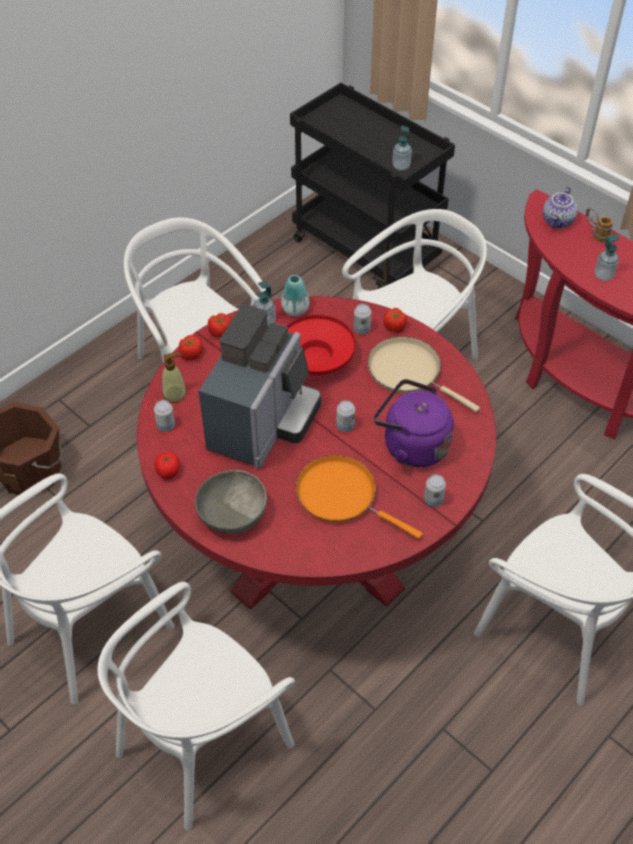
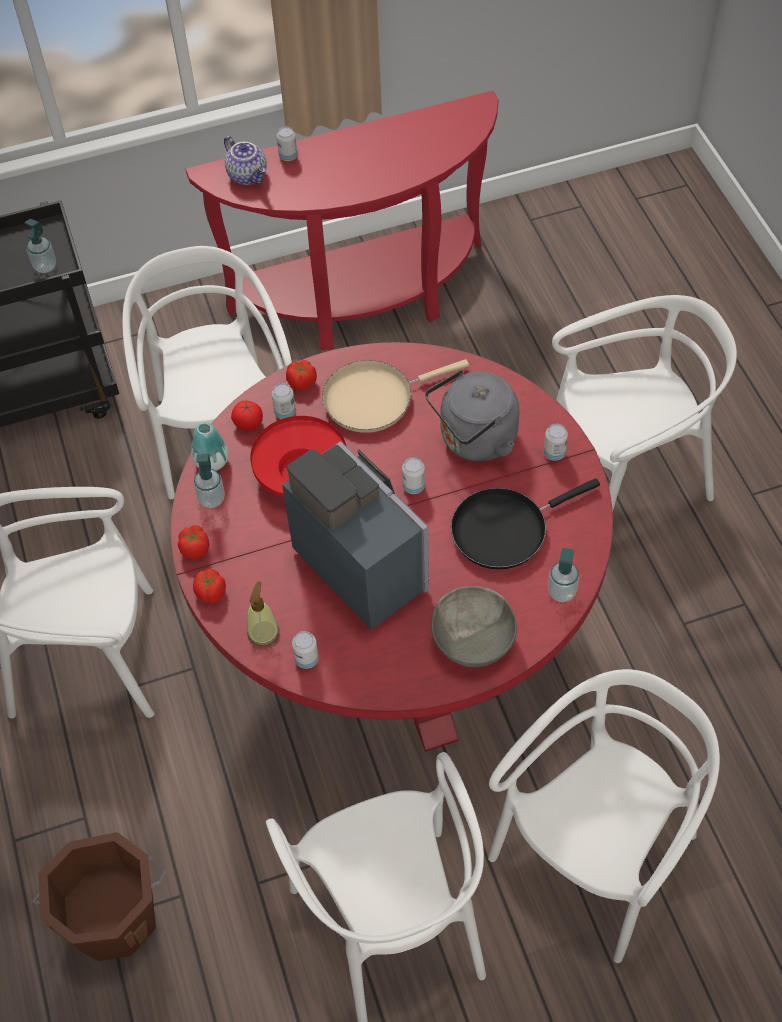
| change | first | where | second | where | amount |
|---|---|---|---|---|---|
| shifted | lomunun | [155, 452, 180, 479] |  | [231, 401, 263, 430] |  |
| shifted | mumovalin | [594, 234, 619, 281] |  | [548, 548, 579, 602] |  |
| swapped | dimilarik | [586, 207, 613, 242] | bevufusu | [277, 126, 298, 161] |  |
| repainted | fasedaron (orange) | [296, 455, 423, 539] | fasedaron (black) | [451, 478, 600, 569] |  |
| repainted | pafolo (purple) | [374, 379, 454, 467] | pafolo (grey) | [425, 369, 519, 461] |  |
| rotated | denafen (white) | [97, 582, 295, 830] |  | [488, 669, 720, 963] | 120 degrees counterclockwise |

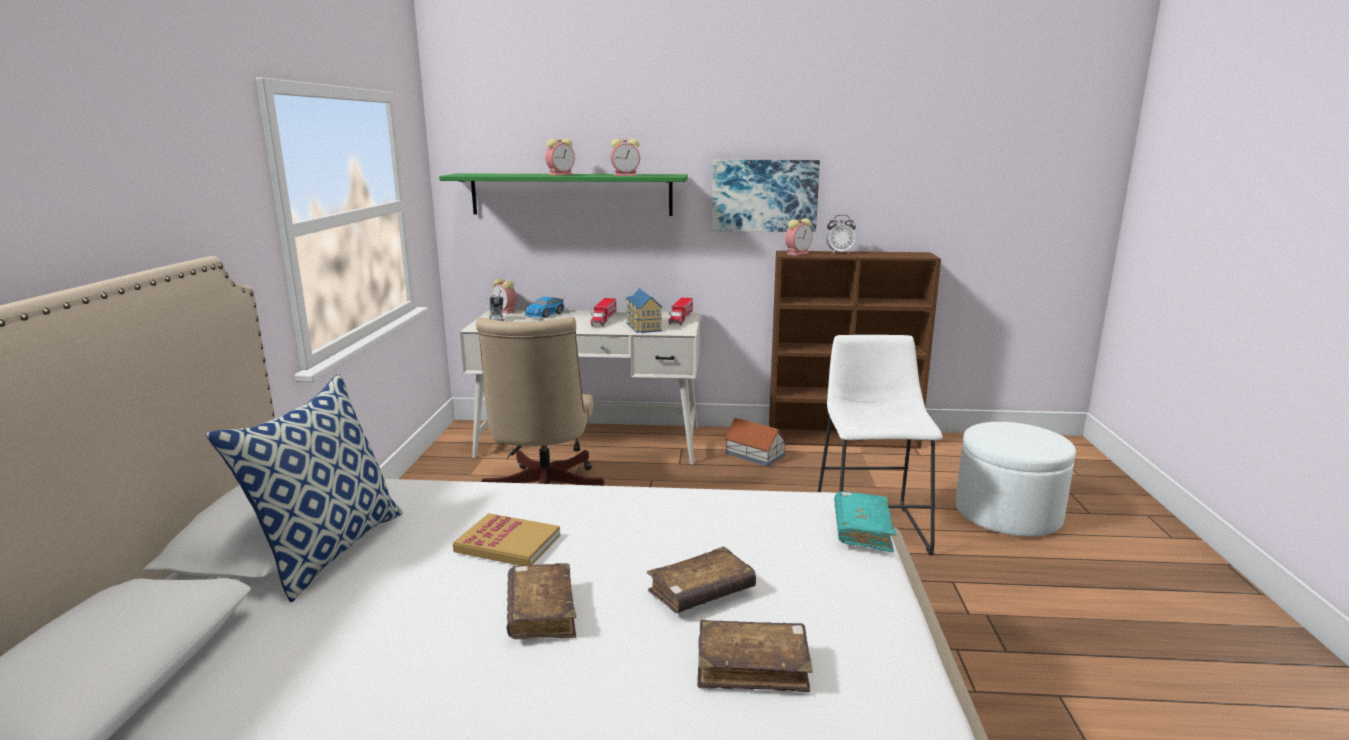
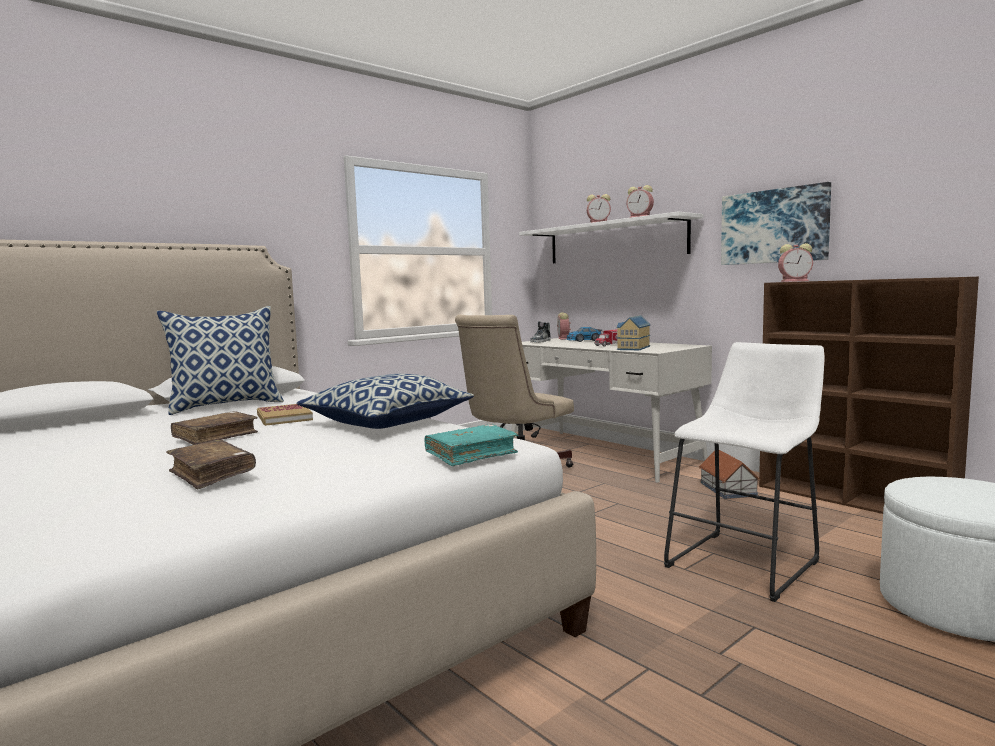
| change | first | where | second | where | amount |
|---|---|---|---|---|---|
| gone | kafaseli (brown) | [647, 546, 756, 613] |  |  |  |
| gone | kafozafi | [669, 297, 693, 326] |  |  |  |
| gone | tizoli | [826, 215, 856, 254] |  |  |  |
| new |  |  | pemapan | [297, 374, 474, 429] |  |
| repainted | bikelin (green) | [439, 173, 688, 216] | bikelin (white) | [519, 211, 703, 263] |  |

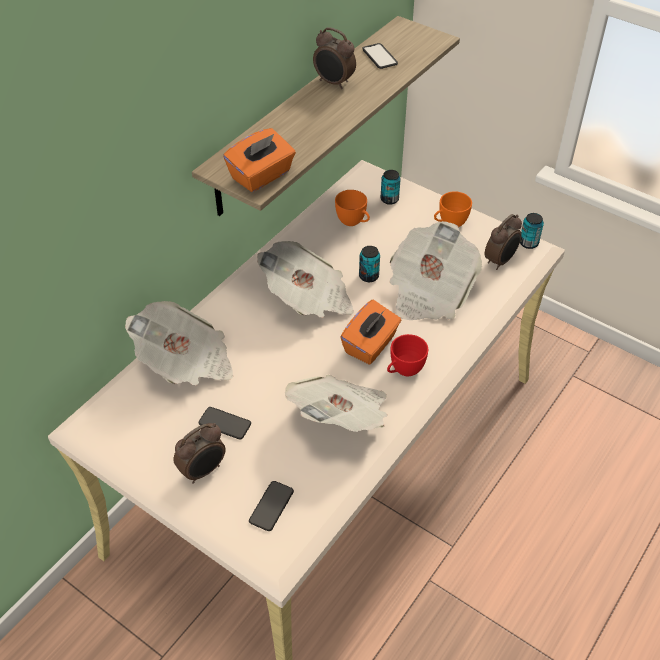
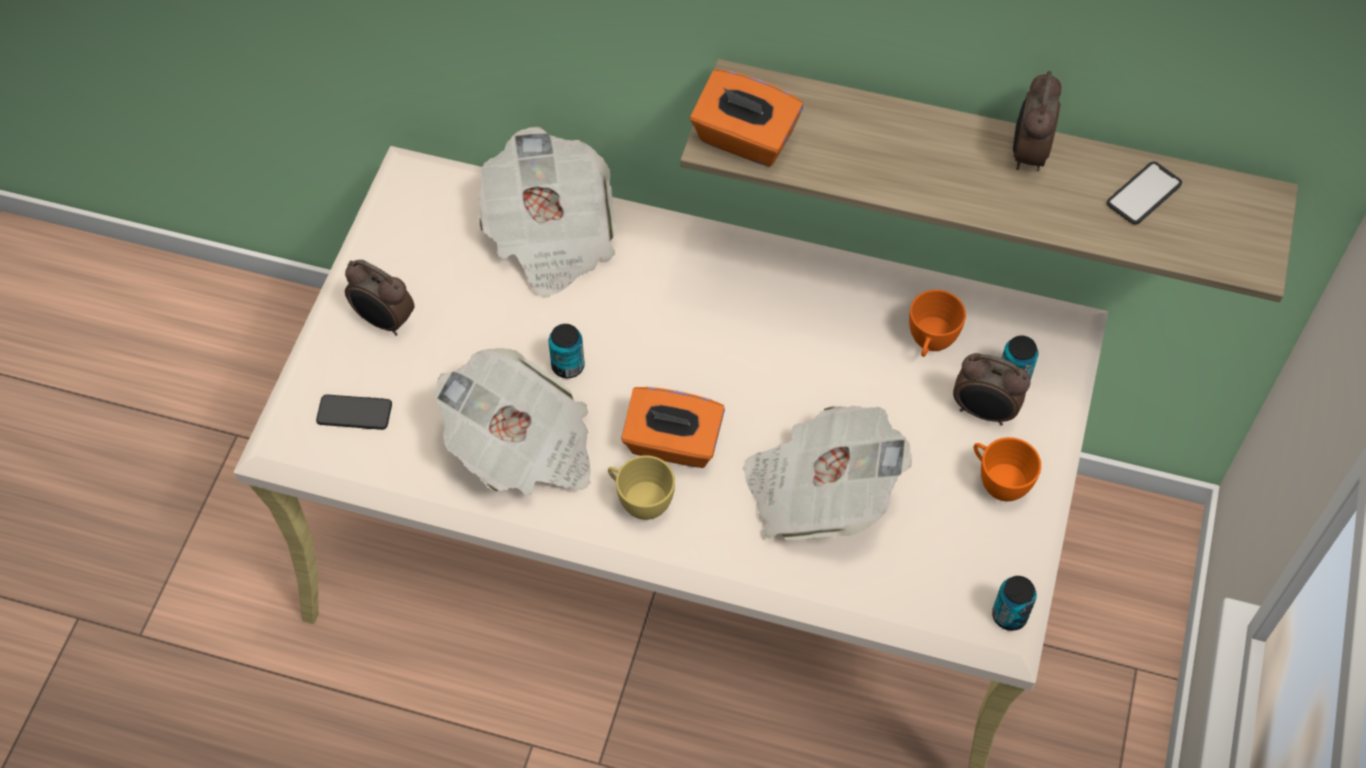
| change | first | where | second | where | amount |
|---|---|---|---|---|---|
| gone | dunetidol | [199, 407, 251, 439] |  |  |  |
| gone | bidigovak | [257, 241, 354, 318] |  |  |  |
| shifted | bevufusu | [359, 246, 380, 282] |  | [548, 324, 585, 378] |  |
| shifted | tizoli | [485, 214, 522, 270] |  | [953, 353, 1031, 426] |  |
| repainted | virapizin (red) | [387, 334, 428, 376] | virapizin (yellow) | [608, 455, 675, 520] |  |

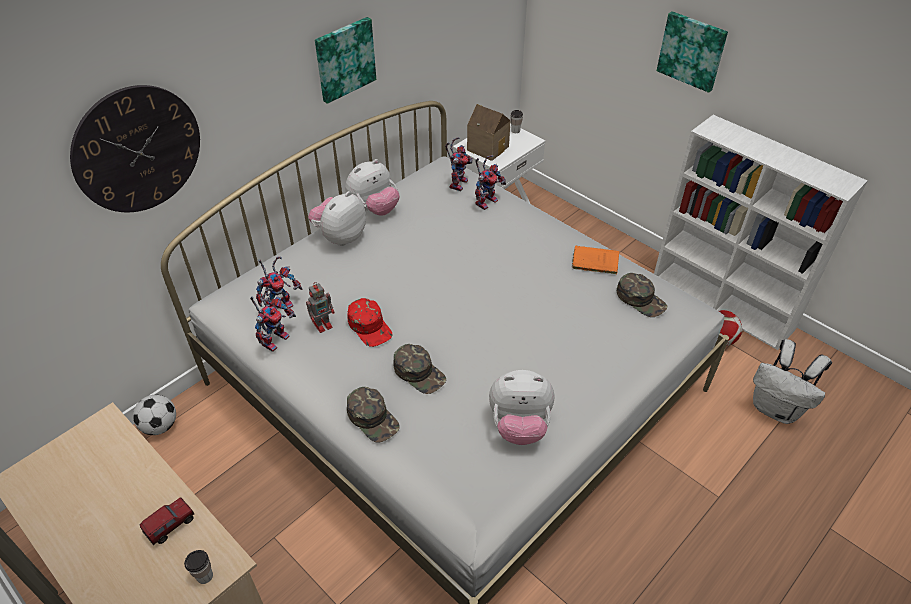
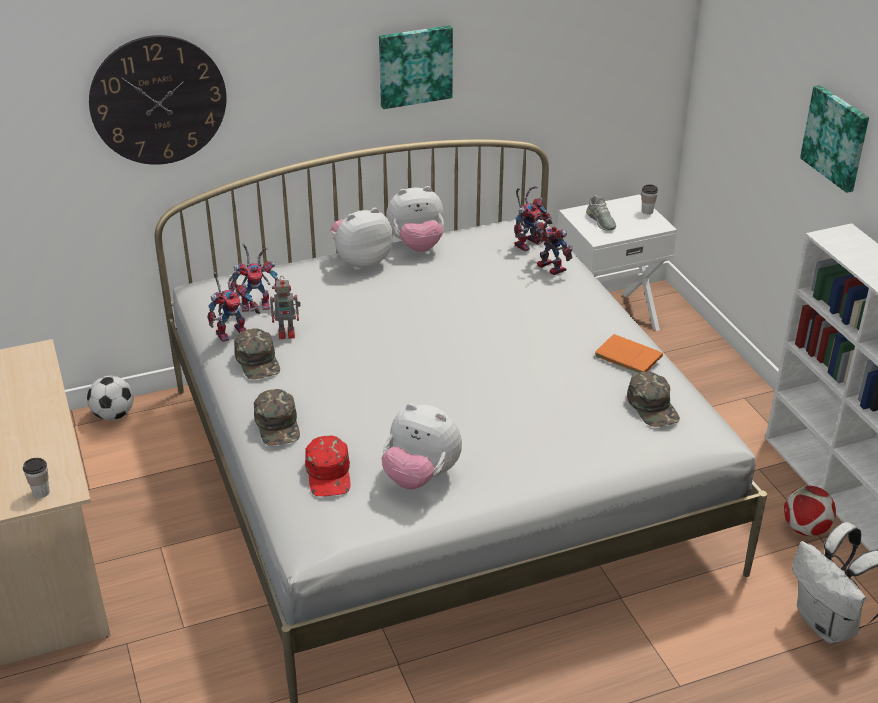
| change | first | where | second | where | amount |
|---|---|---|---|---|---|
| gone | kafozafi | [140, 498, 194, 545] |  |  |  |
| shifted | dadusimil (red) | [348, 298, 392, 347] |  | [305, 436, 351, 496] |  |
| shifted | dadusimil (green) | [393, 344, 446, 394] |  | [234, 328, 280, 379] |  |
| swapped | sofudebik | [467, 104, 510, 161] | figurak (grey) | [586, 195, 616, 231] |  |
| rotated | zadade | [475, 155, 506, 210] |  | [534, 212, 573, 275] | 105 degrees counterclockwise |

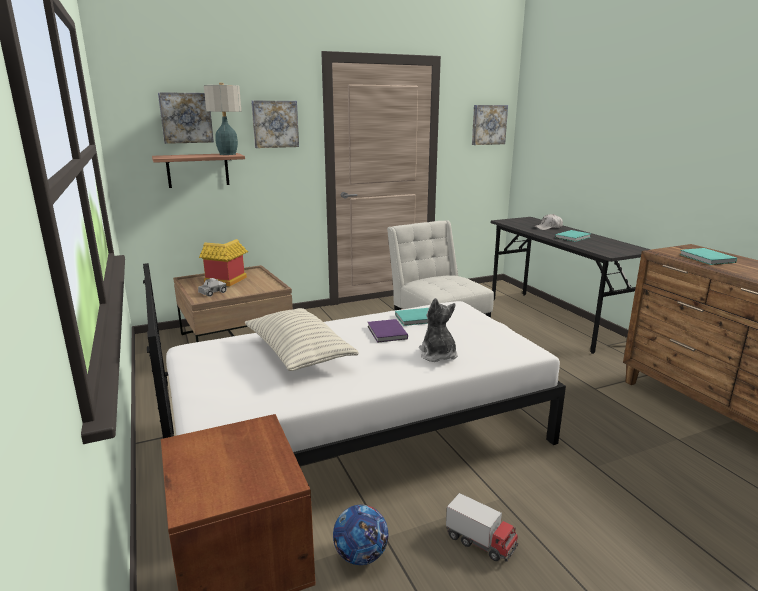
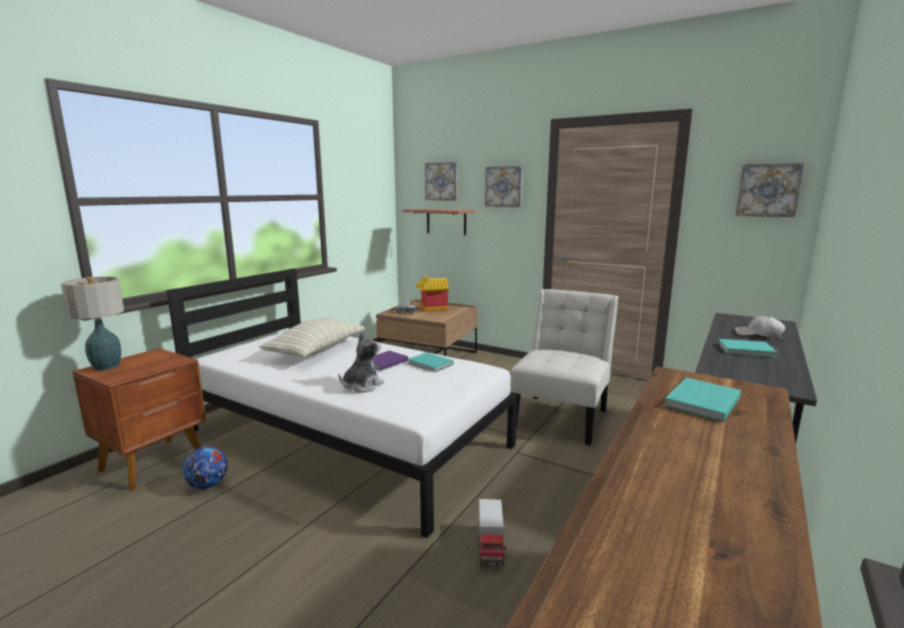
| change | first | where | second | where | amount |
|---|---|---|---|---|---|
| shifted | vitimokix | [204, 83, 241, 155] |  | [61, 276, 124, 371] |  |
| shifted | kafozafi | [446, 493, 518, 562] |  | [478, 499, 506, 565] |  |

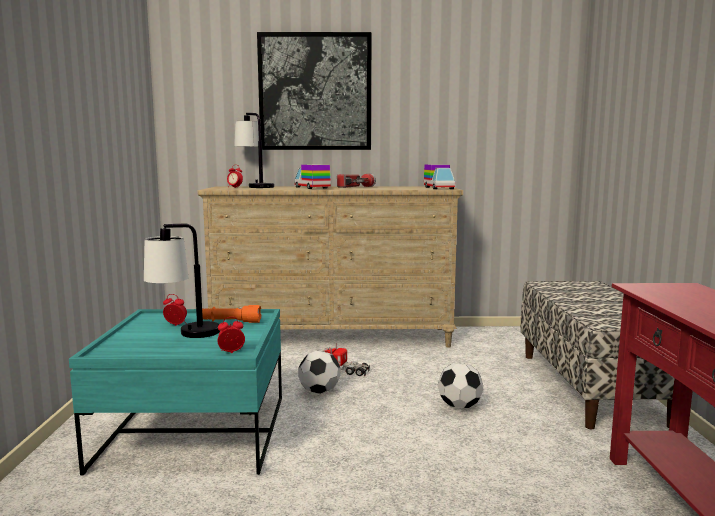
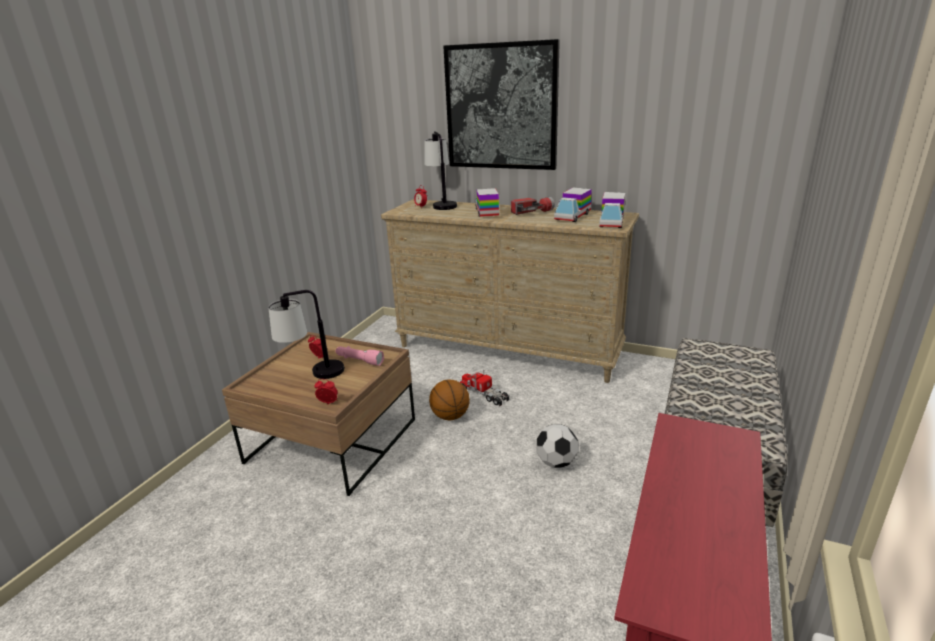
| change | first | where | second | where | amount |
|---|---|---|---|---|---|
| new |  |  | kafozafi | [554, 188, 591, 222] |  |
| swapped | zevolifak | [298, 351, 340, 394] | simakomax | [429, 380, 470, 420] |  |
| repainted | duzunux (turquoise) | [69, 309, 282, 475] | duzunux (brown) | [222, 332, 415, 496] |  |
| repainted | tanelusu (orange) | [202, 305, 261, 323] | tanelusu (pink) | [336, 346, 384, 366] |  |

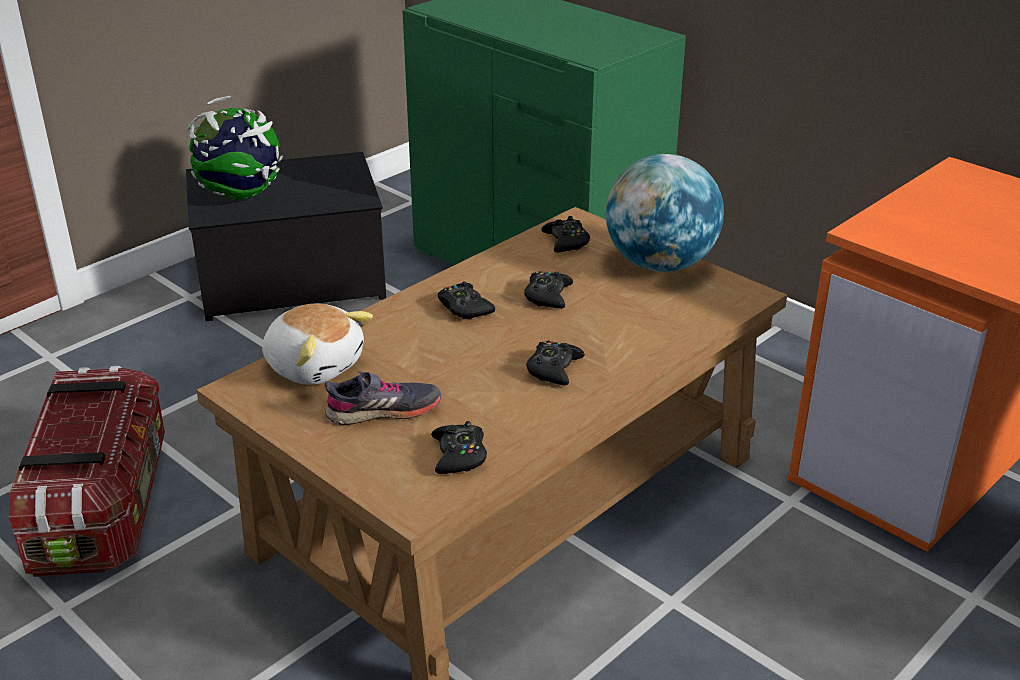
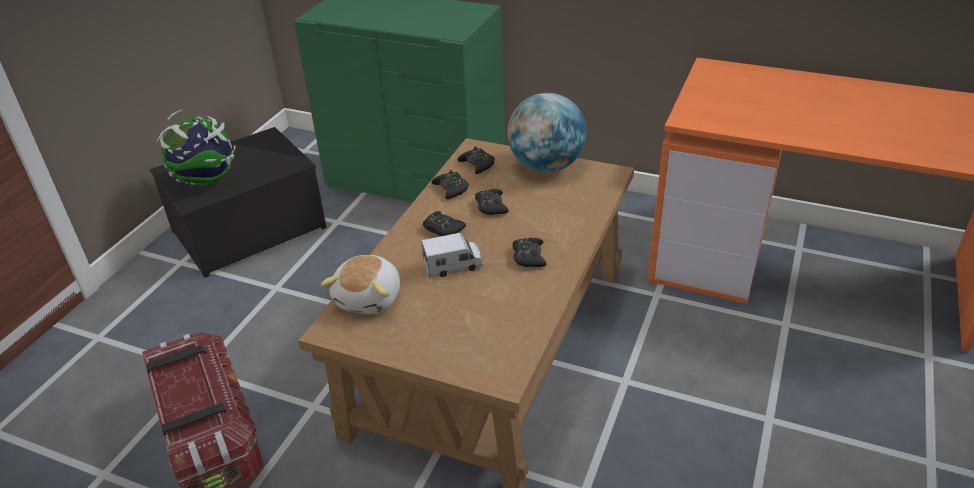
| change | first | where | second | where | amount |
|---|---|---|---|---|---|
| gone | figurak (grey) | [325, 371, 442, 425] |  |  |  |
| new |  |  | kafozafi | [421, 233, 483, 278] |  |
| shifted | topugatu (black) | [431, 421, 487, 474] |  | [432, 170, 469, 199] |  |
| rotated | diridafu | [262, 304, 373, 385] |  | [321, 255, 400, 314] | 90 degrees clockwise |

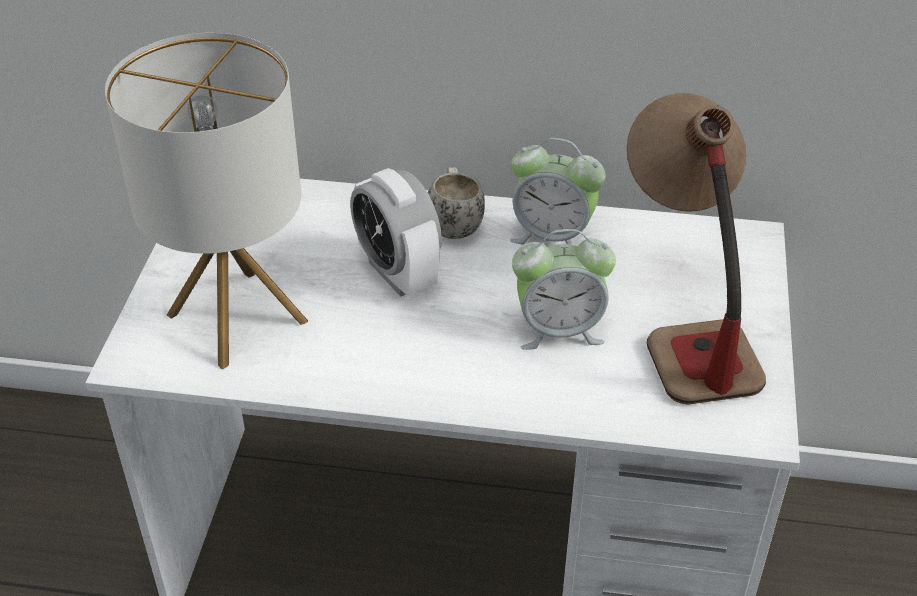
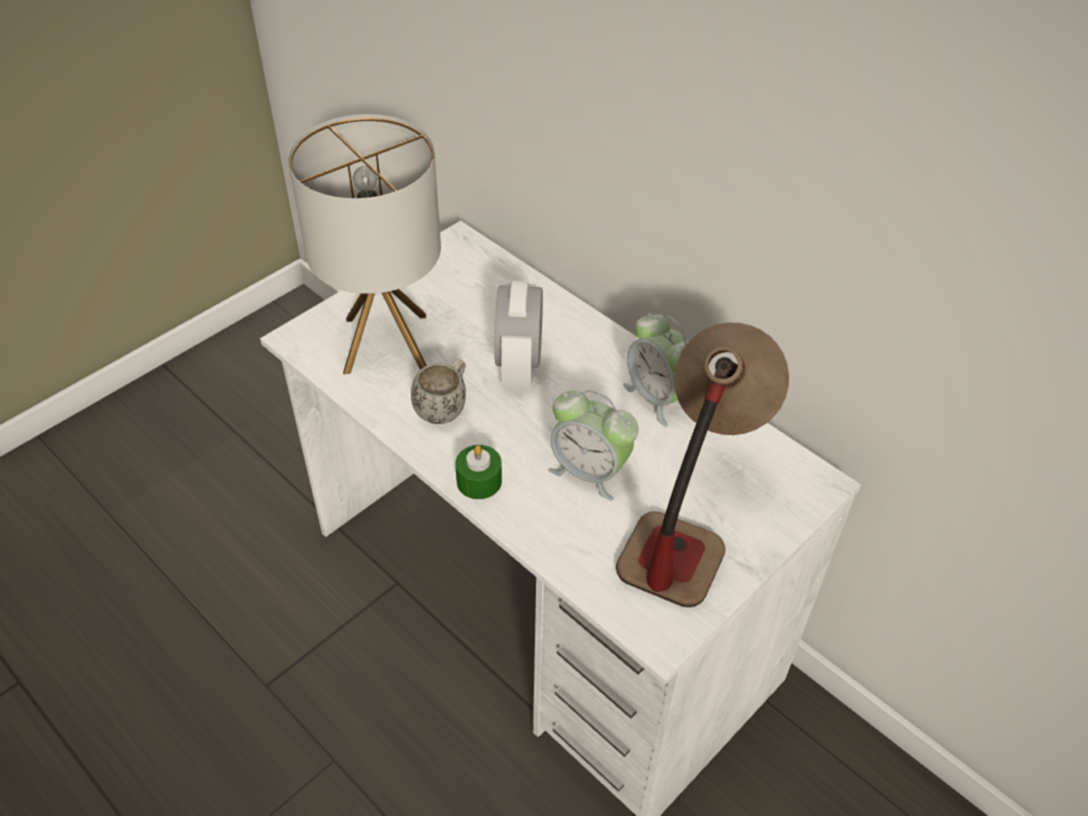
| change | first | where | second | where | amount |
|---|---|---|---|---|---|
| new |  |  | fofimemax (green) | [455, 445, 502, 499] |  |
| shifted | dimilarik (white) | [428, 167, 485, 239] |  | [411, 359, 466, 424] |  |

